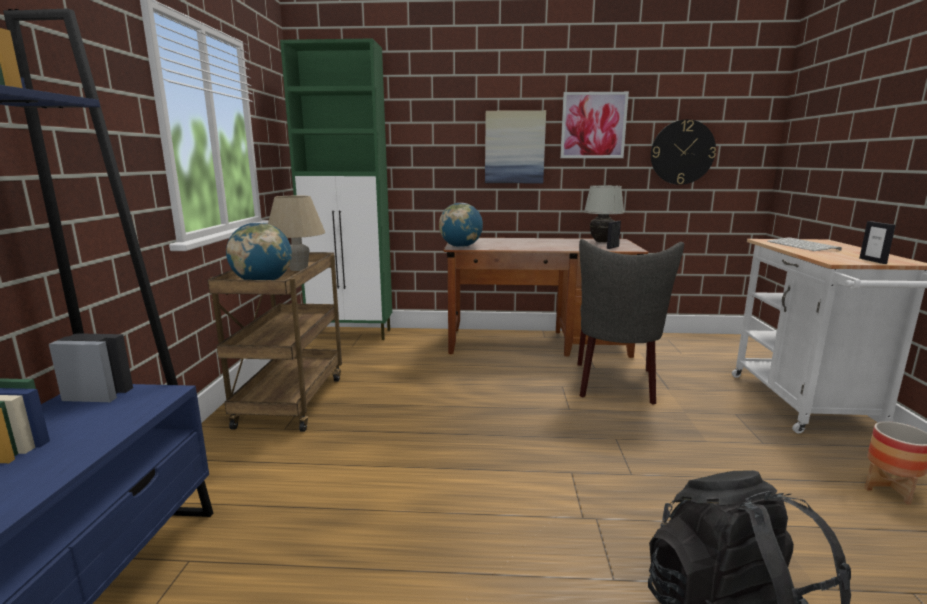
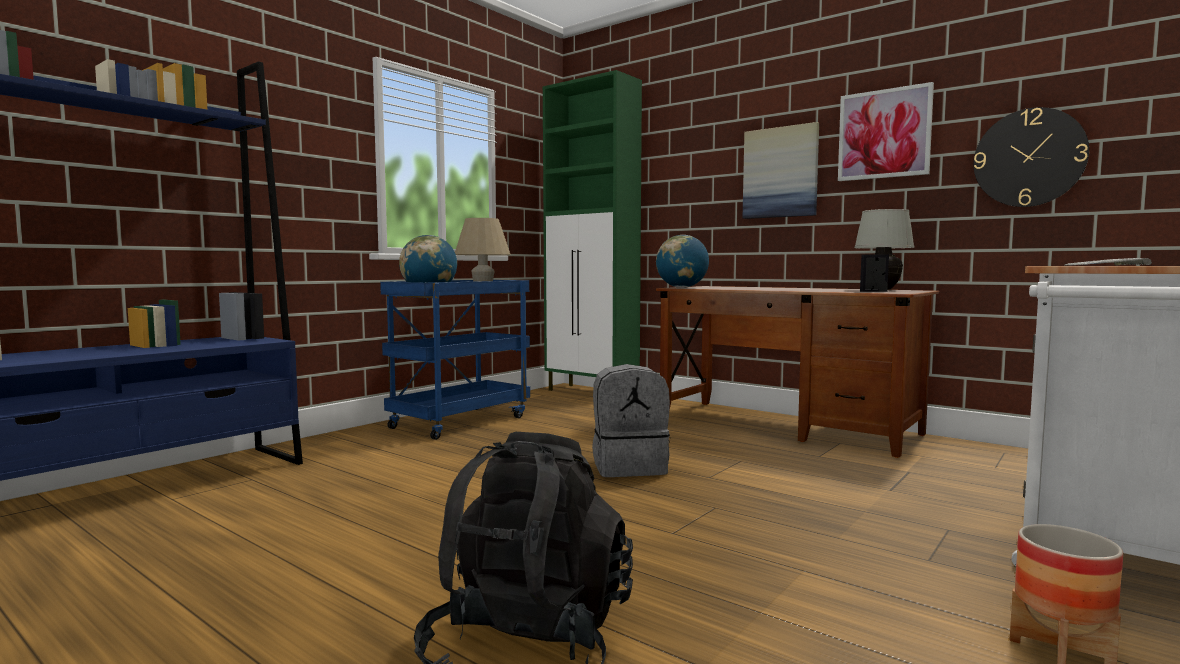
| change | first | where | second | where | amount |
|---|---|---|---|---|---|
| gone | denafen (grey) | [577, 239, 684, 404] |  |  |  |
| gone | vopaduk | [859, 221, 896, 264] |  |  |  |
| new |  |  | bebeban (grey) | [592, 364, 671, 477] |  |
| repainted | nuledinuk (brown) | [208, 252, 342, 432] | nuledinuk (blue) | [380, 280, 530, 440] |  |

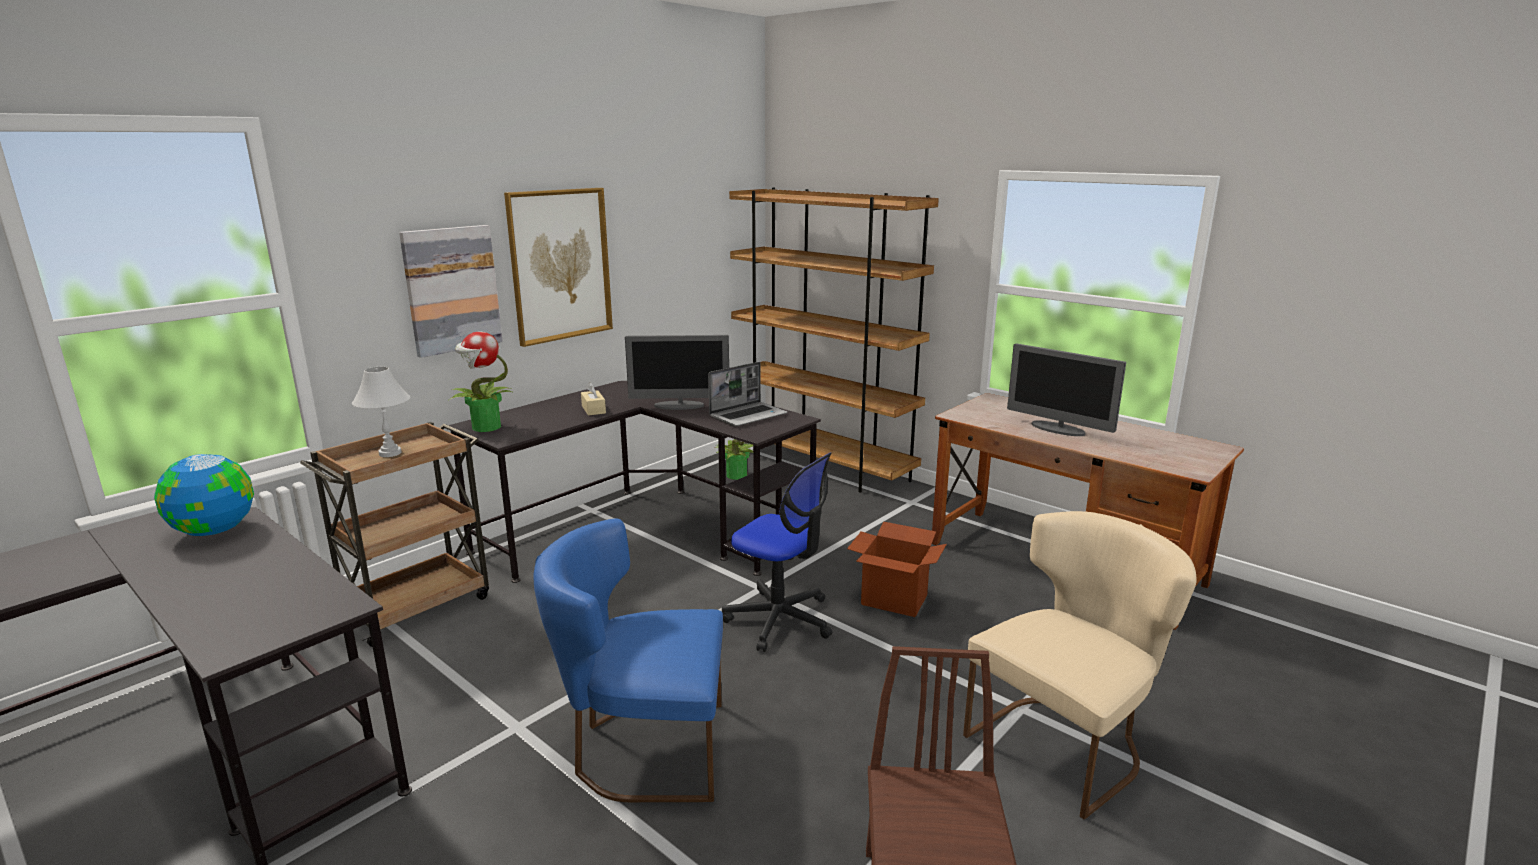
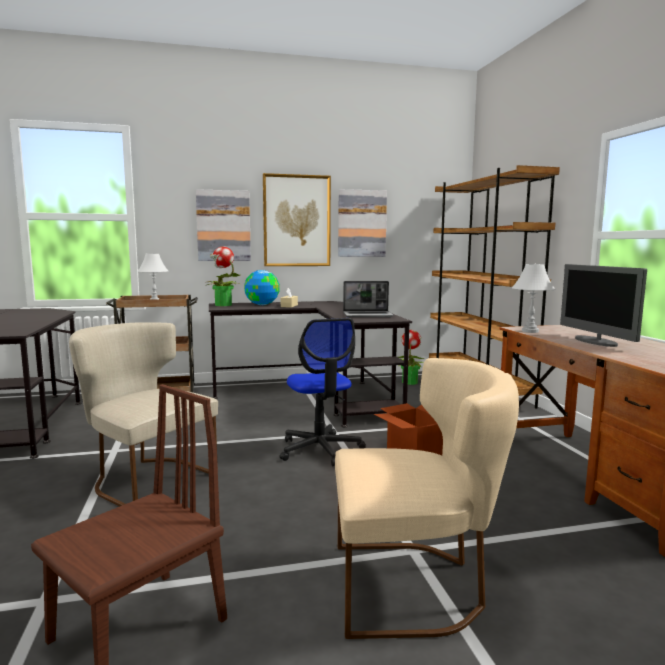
| change | first | where | second | where | amount |
|---|---|---|---|---|---|
| gone | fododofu | [625, 335, 729, 410] |  |  |  |
| new |  |  | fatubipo | [338, 189, 387, 257] |  |
| new |  |  | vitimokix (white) | [512, 264, 555, 333] |  |
| shifted | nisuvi | [154, 454, 254, 536] |  | [244, 270, 279, 305] |  |
| repainted | denafen (blue) | [534, 518, 723, 802] | denafen (beige) | [69, 322, 218, 506] |  |

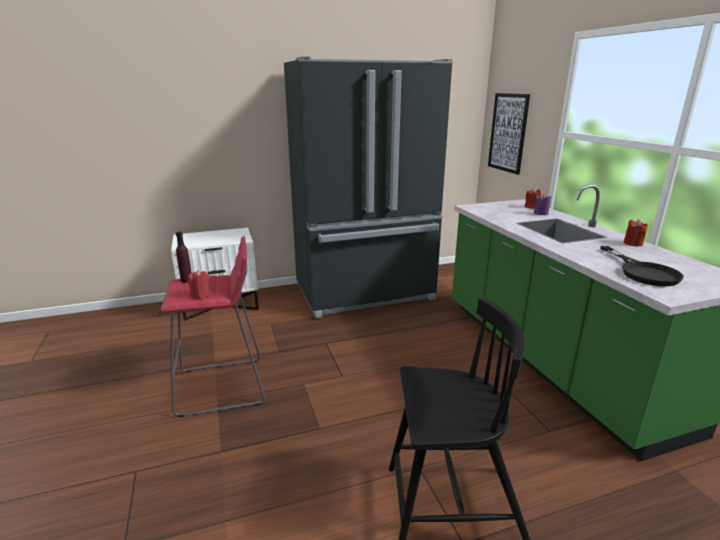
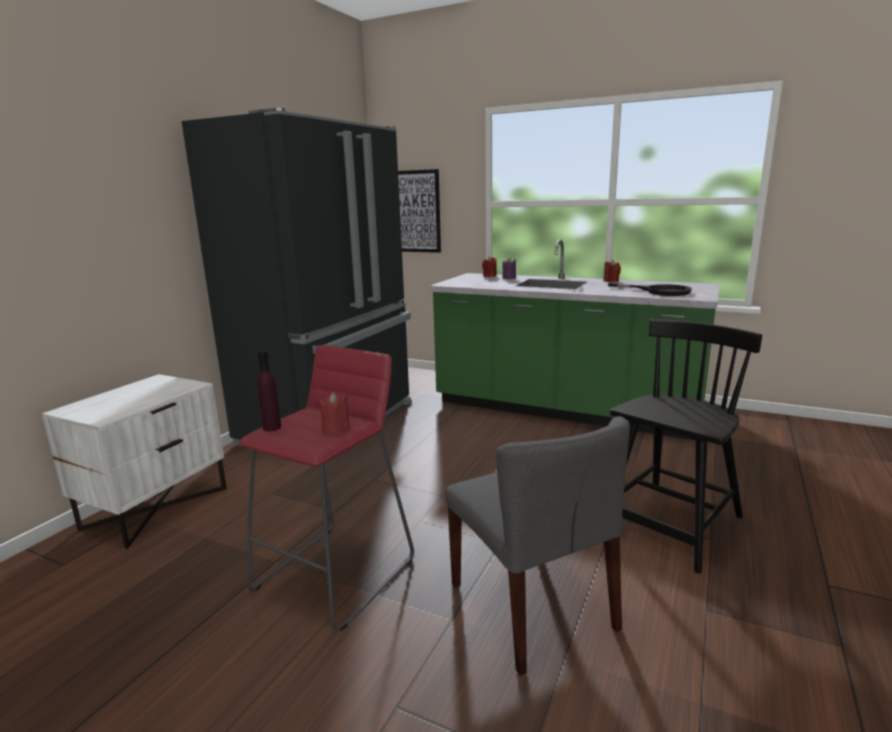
| change | first | where | second | where | amount |
|---|---|---|---|---|---|
| new |  |  | denafen (grey) | [445, 416, 630, 676] |  |

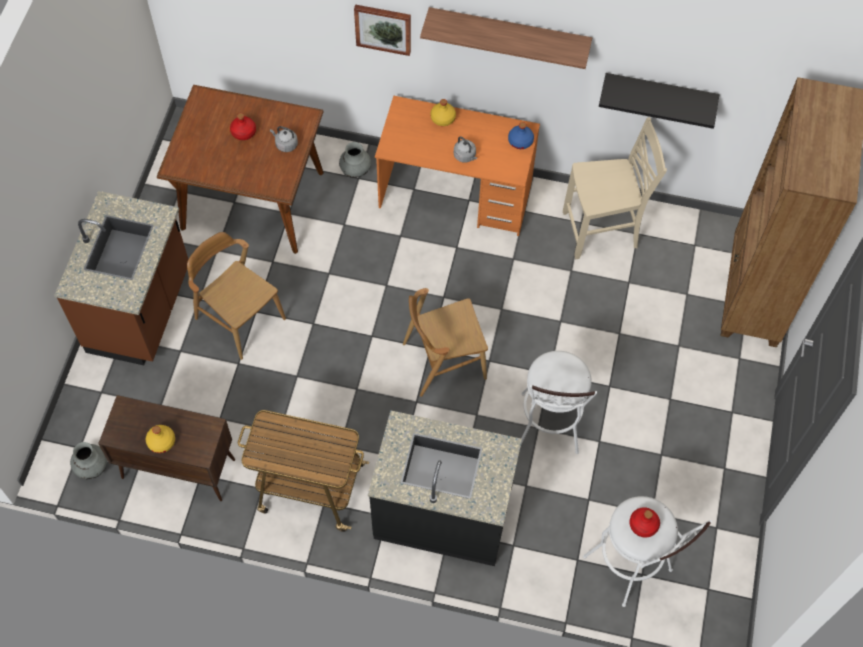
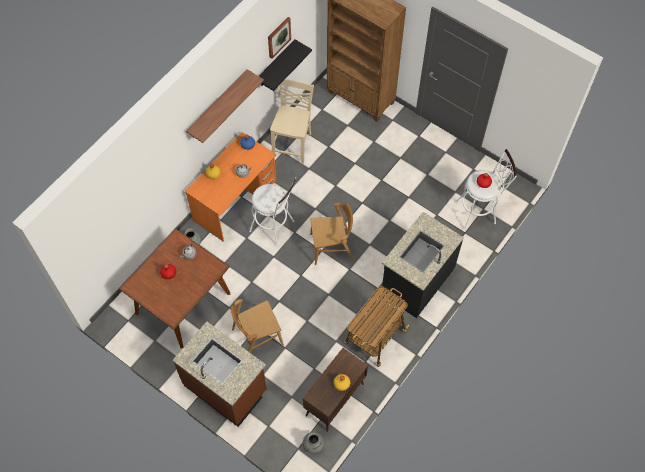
| change | first | where | second | where | amount |
|---|---|---|---|---|---|
| shifted | fatubipo | [354, 4, 411, 56] |  | [268, 17, 291, 59] |  |
| shifted | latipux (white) | [520, 351, 597, 454] |  | [249, 177, 296, 246] |  |
| rotated | denafen (brown) | [403, 288, 488, 397] |  | [310, 203, 354, 265] | 105 degrees counterclockwise |

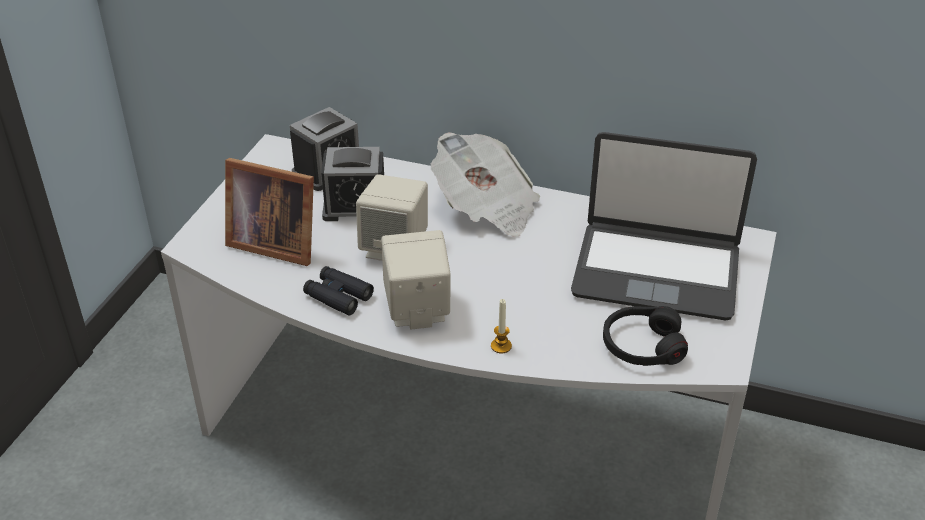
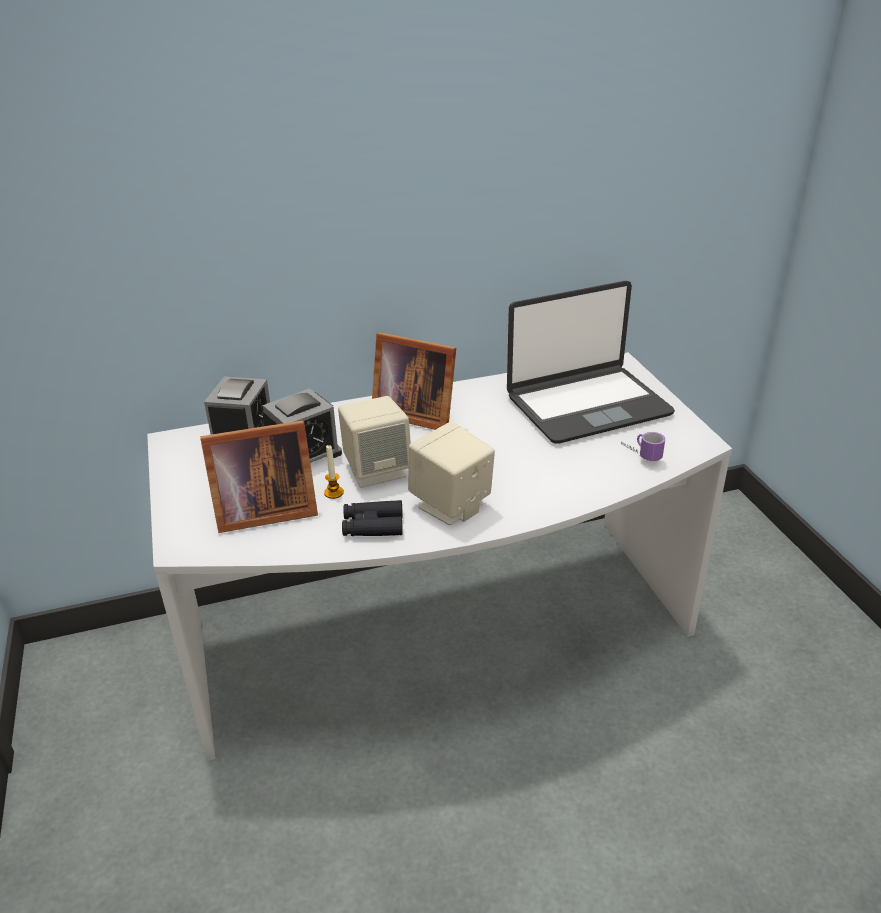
| change | first | where | second | where | amount |
|---|---|---|---|---|---|
| shifted | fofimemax | [491, 299, 512, 353] |  | [324, 445, 344, 499] |  |
| swapped | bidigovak | [431, 132, 540, 237] | vopaduk | [372, 332, 456, 430] |  |
| swapped | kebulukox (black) | [603, 306, 688, 366] | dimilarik | [621, 432, 665, 461] |  |

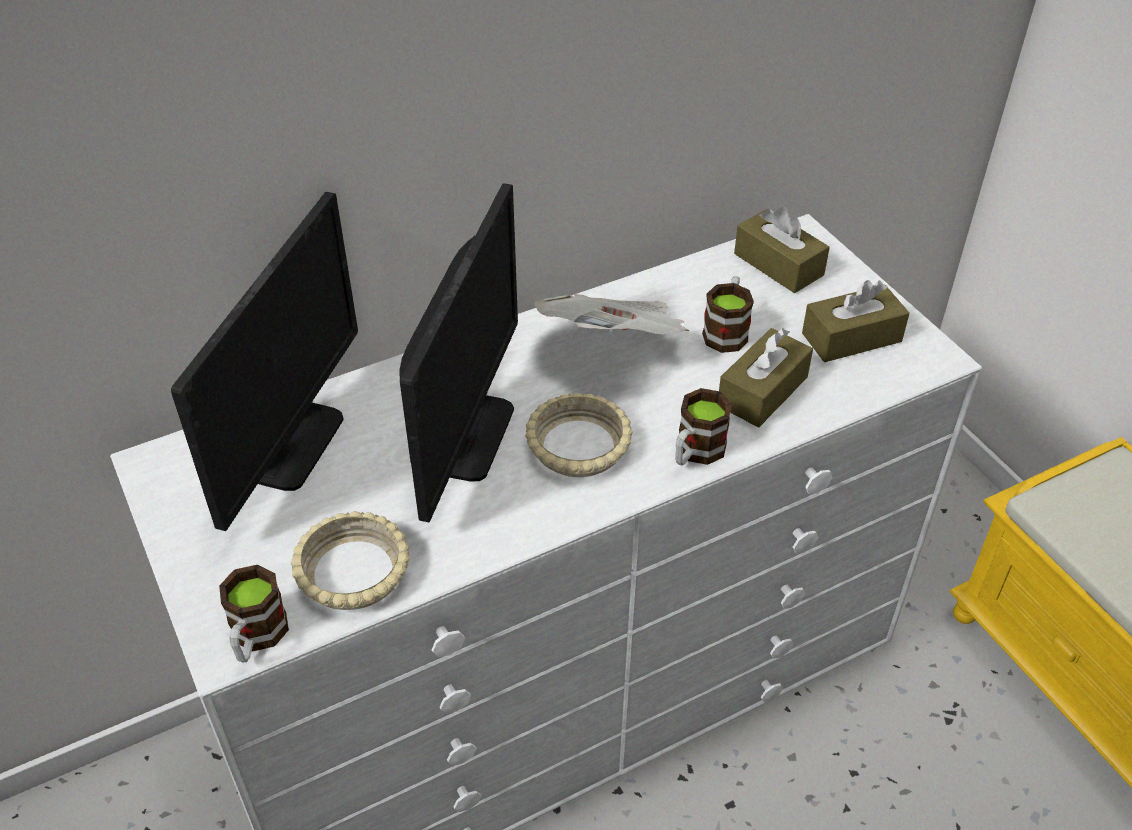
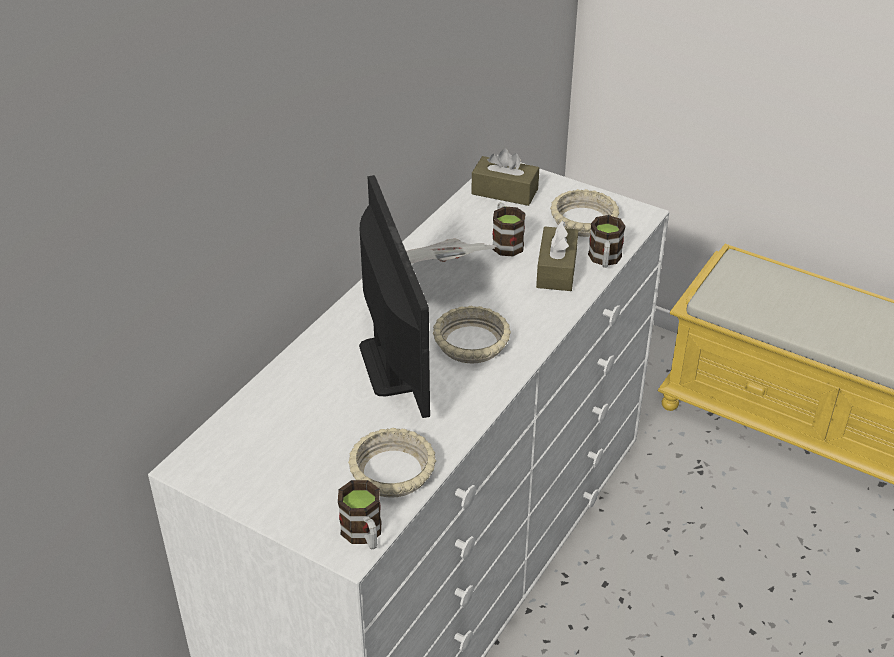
| change | first | where | second | where | amount |
|---|---|---|---|---|---|
| gone | fododofu | [171, 192, 358, 531] |  |  |  |
| shifted | dimilarik | [675, 388, 732, 465] |  | [588, 215, 626, 268] |  |
| swapped | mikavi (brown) | [802, 280, 910, 362] | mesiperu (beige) | [550, 189, 619, 237] |  |

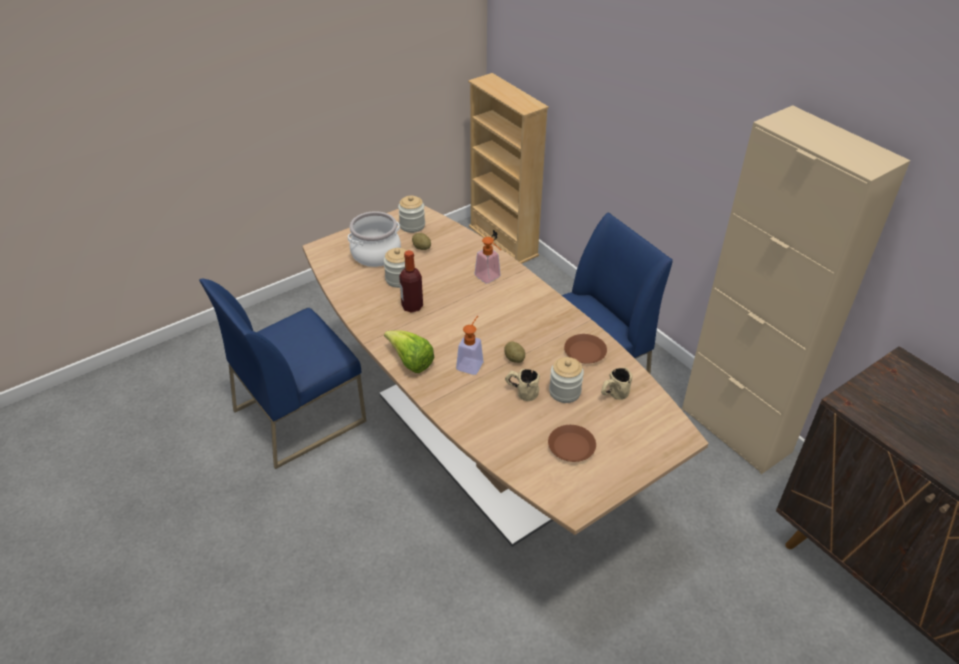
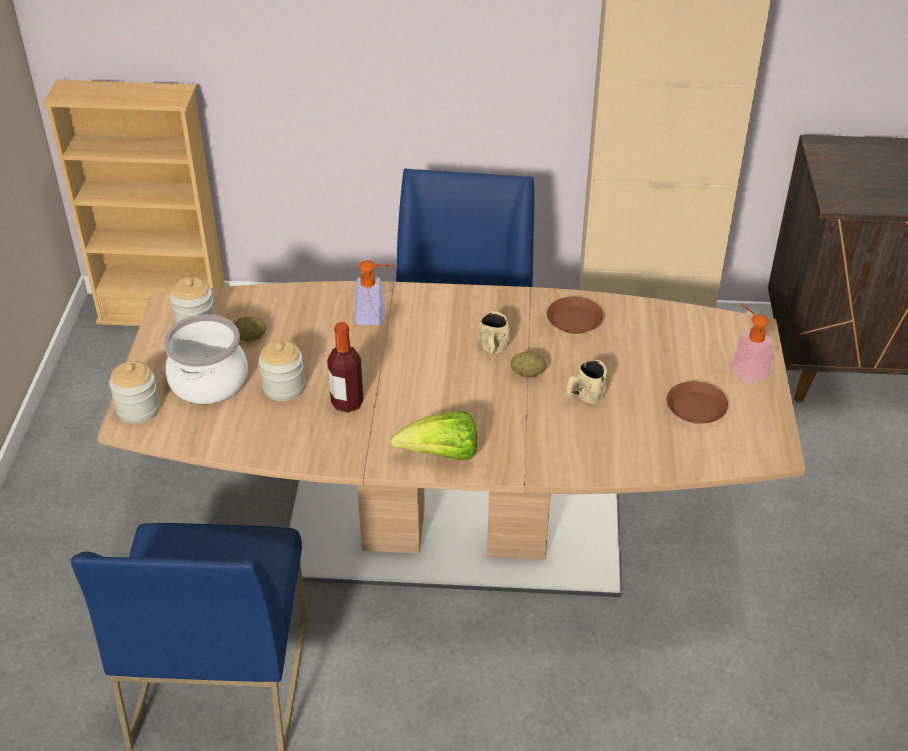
| change | first | where | second | where | amount |
|---|---|---|---|---|---|
| shifted | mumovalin | [456, 316, 483, 375] |  | [730, 304, 773, 384] |  |
| shifted | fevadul | [549, 357, 584, 403] |  | [109, 361, 160, 423] |  |
| shifted | dimilarik (beige) | [601, 368, 632, 400] |  | [479, 311, 510, 354] |  |

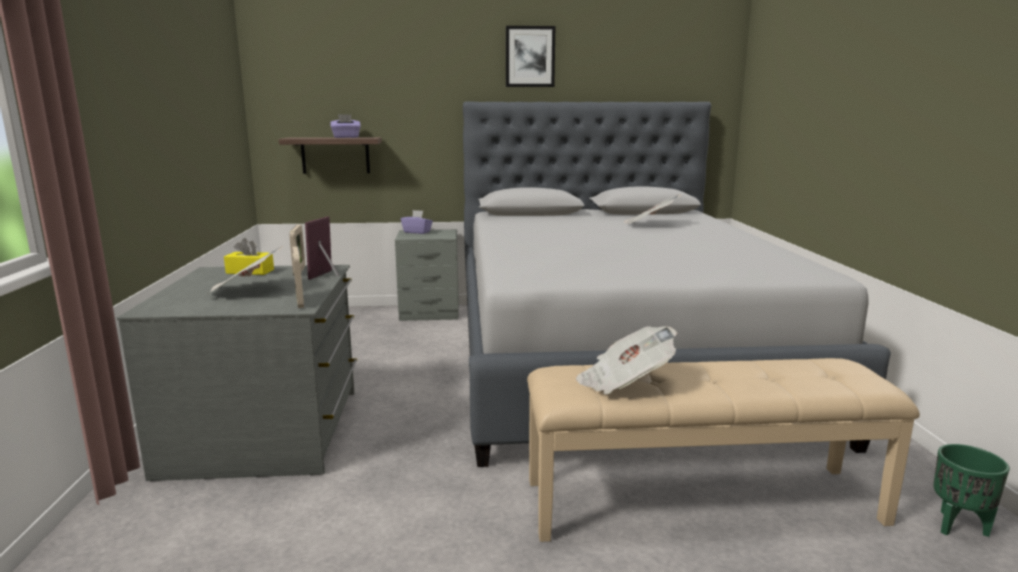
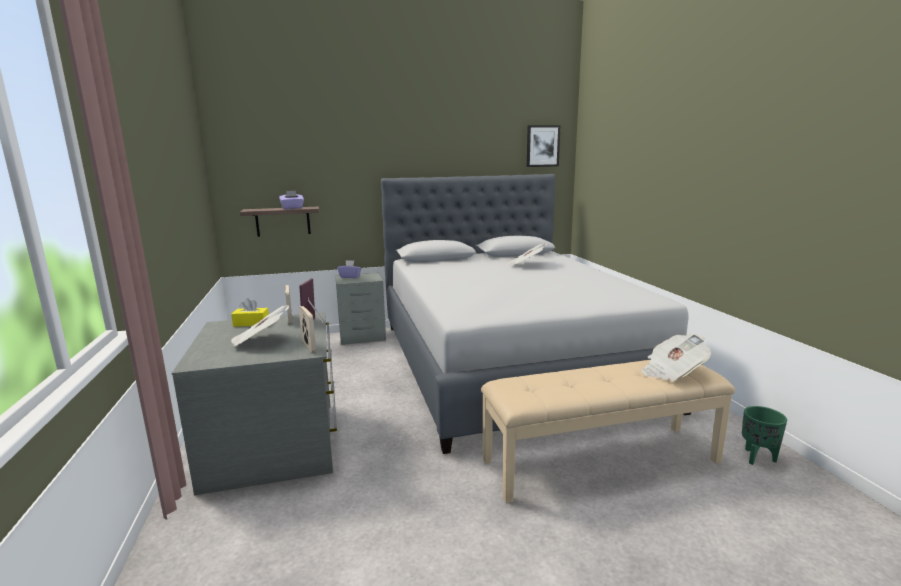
| change | first | where | second | where | amount |
|---|---|---|---|---|---|
| shifted | fatubipo | [506, 26, 556, 87] |  | [527, 125, 561, 167] |  |
| shifted | bidigovak | [576, 326, 678, 394] |  | [641, 334, 711, 381] |  |

